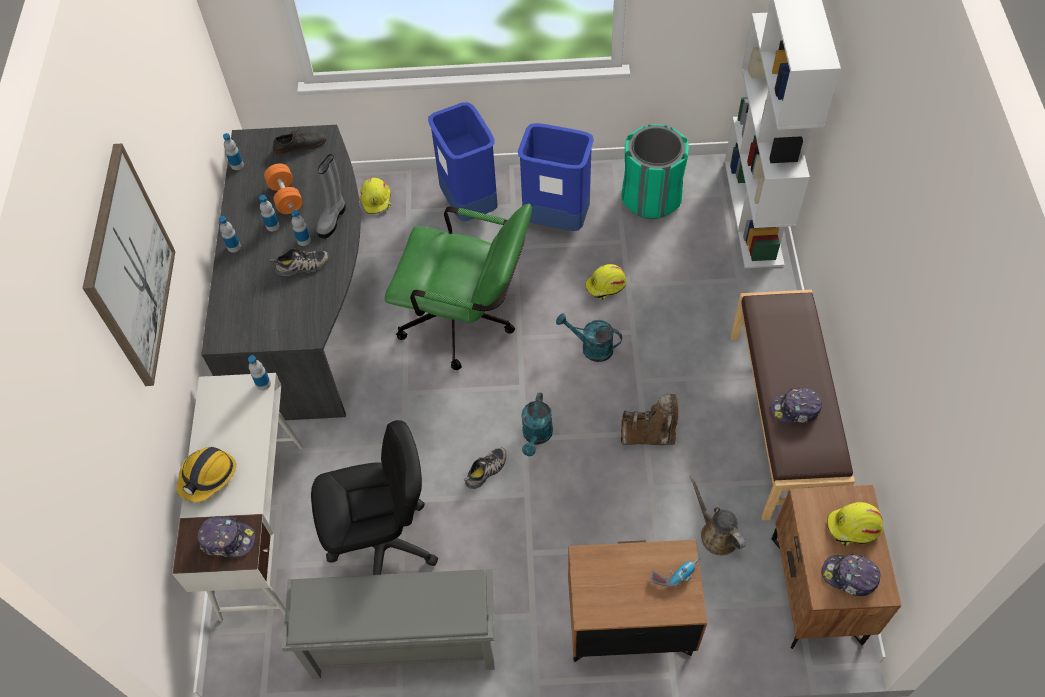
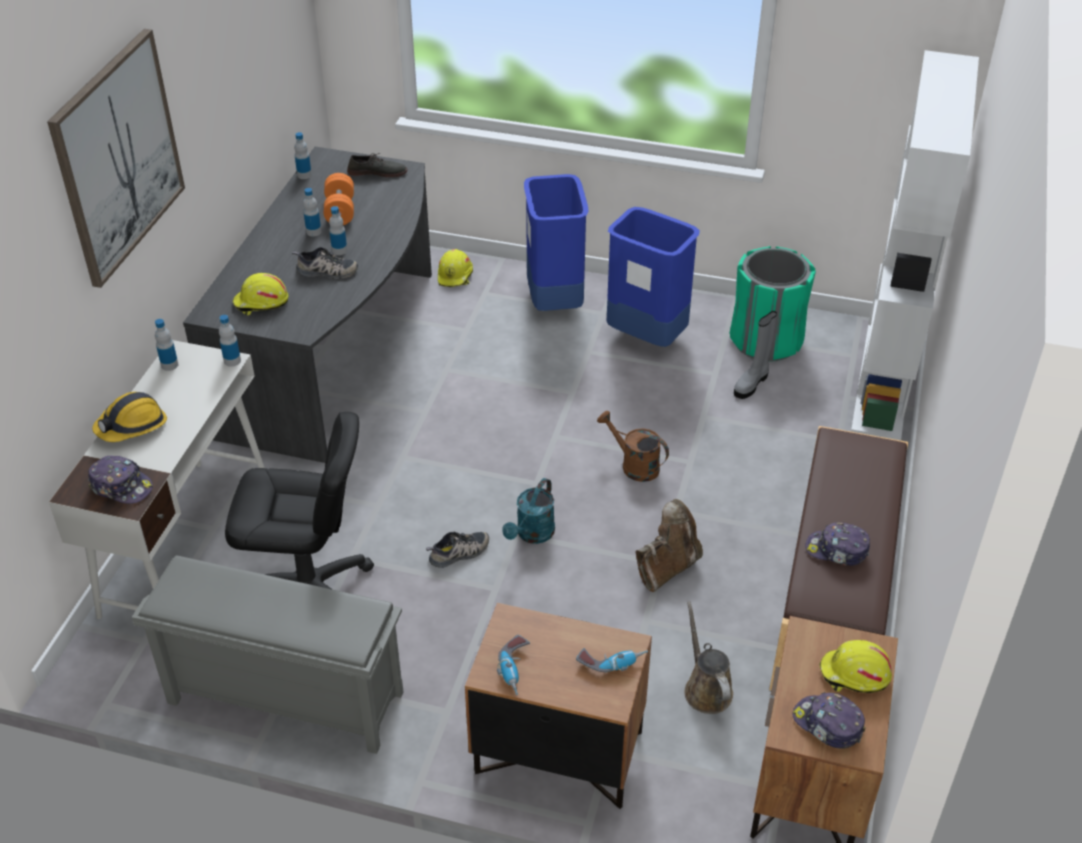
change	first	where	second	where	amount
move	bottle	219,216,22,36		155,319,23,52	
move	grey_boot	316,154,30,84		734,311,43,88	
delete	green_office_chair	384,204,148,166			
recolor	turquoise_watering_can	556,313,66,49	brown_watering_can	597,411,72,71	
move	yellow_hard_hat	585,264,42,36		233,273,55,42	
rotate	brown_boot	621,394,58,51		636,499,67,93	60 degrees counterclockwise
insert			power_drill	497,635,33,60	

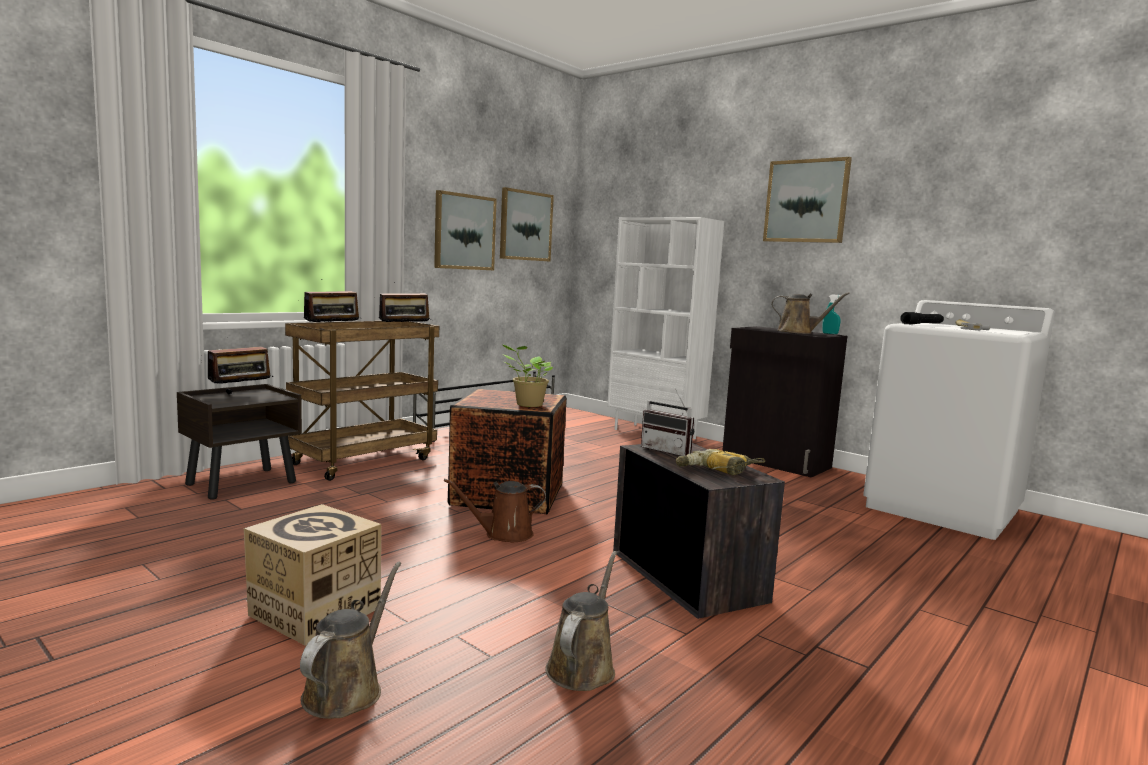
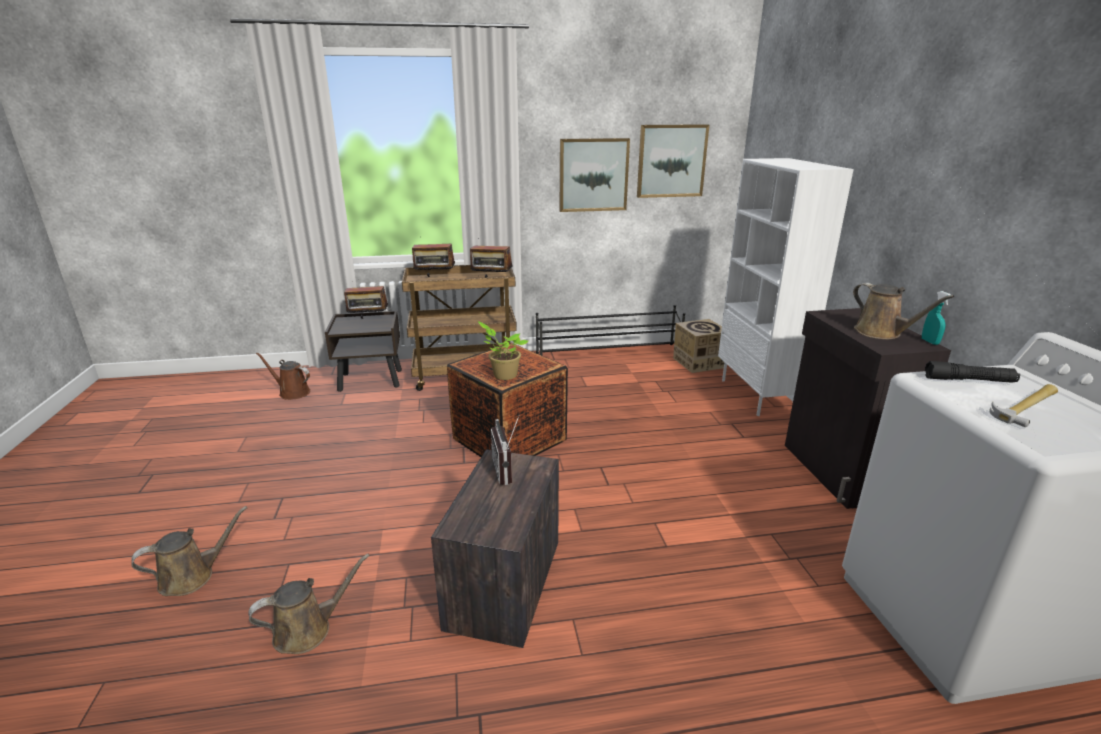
change	first	where	second	where	amount
move	cardboard_box	244,504,137,142		673,319,51,54	
move	brown_watering_can	444,479,102,63		256,352,54,48	
delete	power_drill	676,449,89,26			
delete	picture	763,157,89,86			

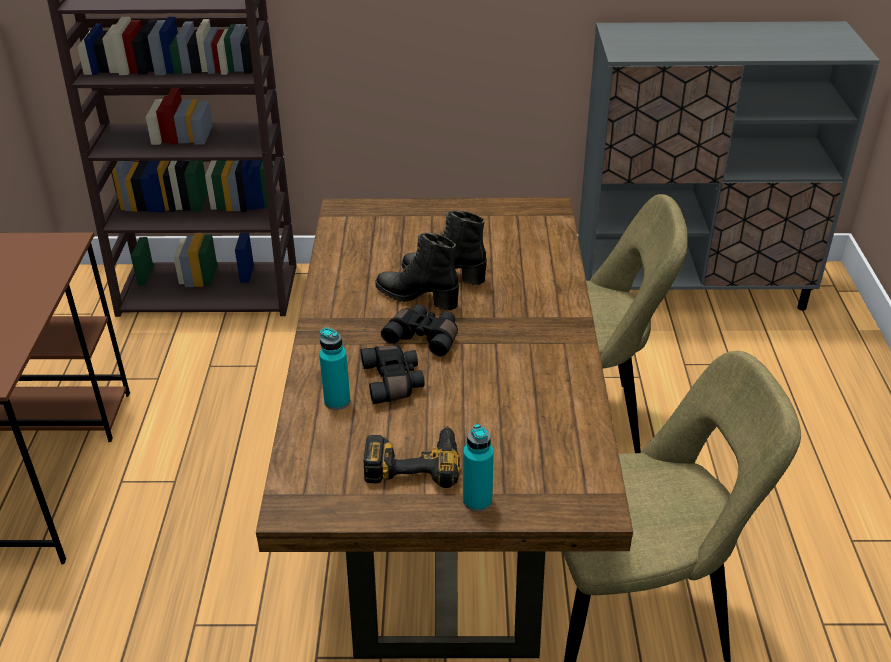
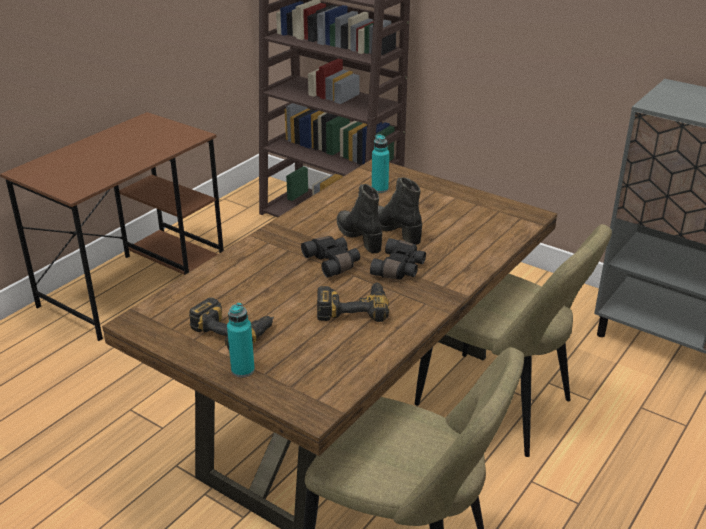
change	first	where	second	where	amount
move	turquoise_bottle	319,327,31,83		372,134,17,59	
move	black_binoculars	361,345,64,59		370,238,56,42	
insert			power_drill	317,282,72,40	

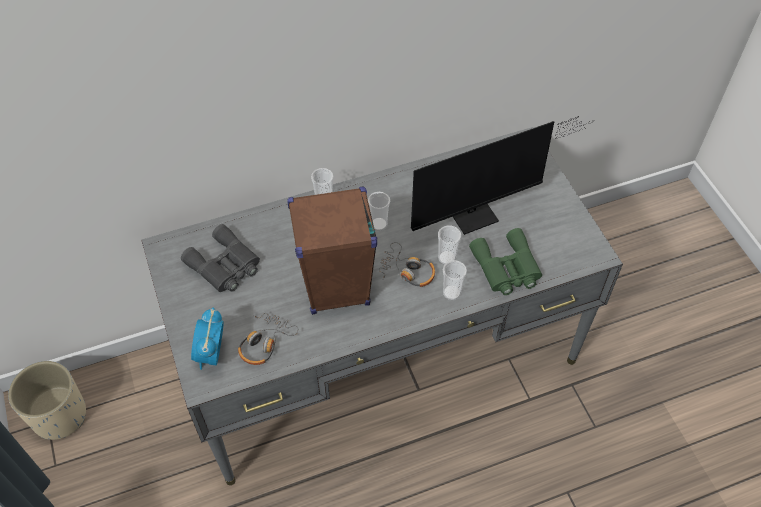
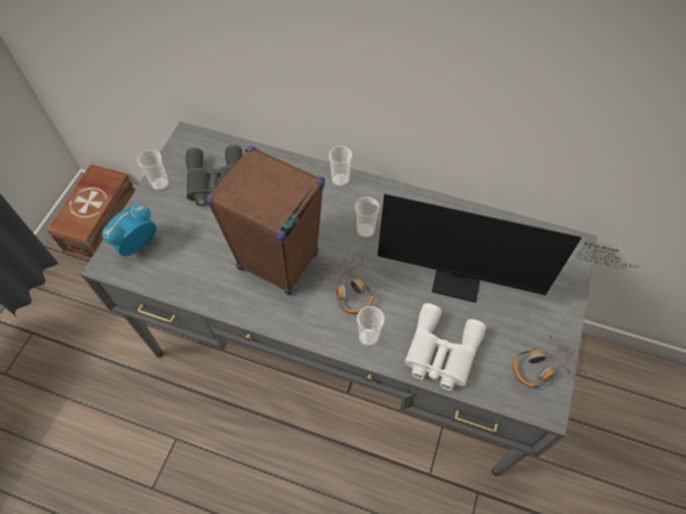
change	first	where	second	where	amount
replace	beige_planter	8,361,78,79	brown_storage_box	46,164,89,96	
move	headphones	238,313,60,52		513,333,73,55	
move	cup	438,225,23,40		137,150,32,41	
recolor	green_binoculars	469,228,73,67	white_binoculars	404,303,82,87	

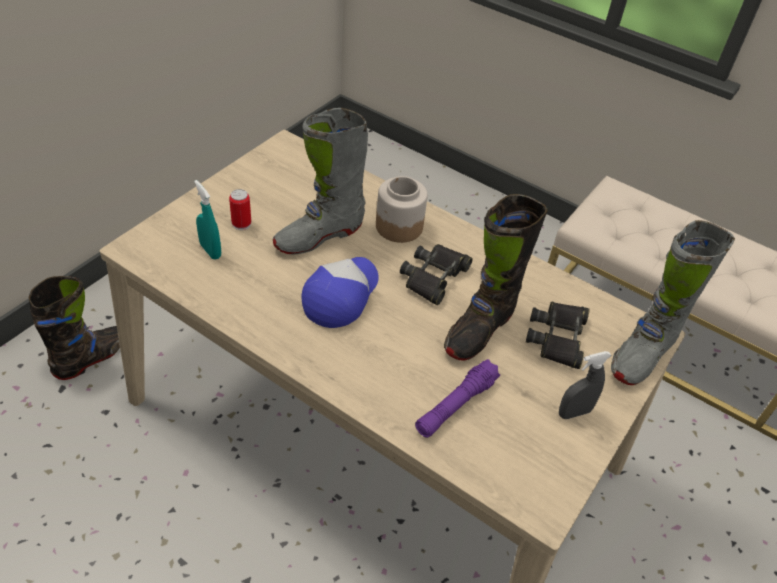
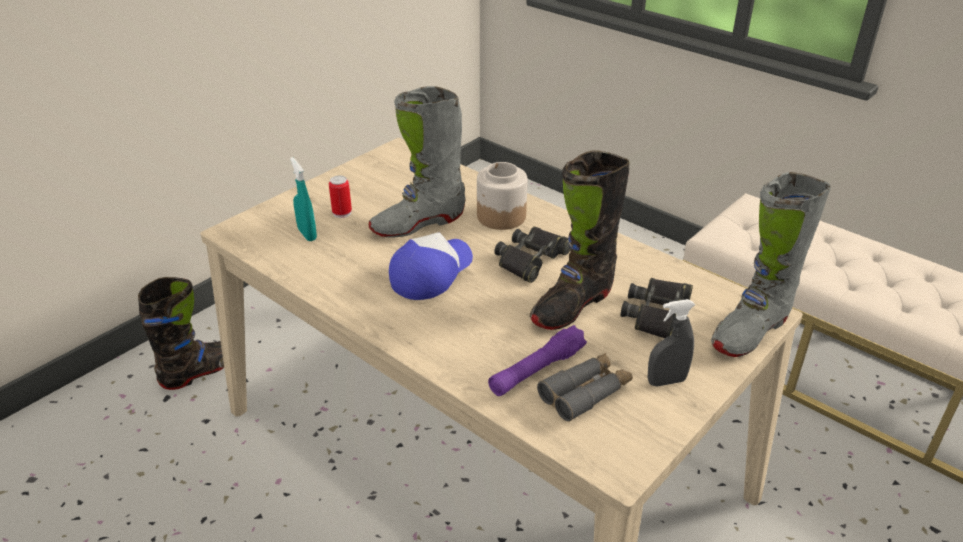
change	first	where	second	where	amount
insert			grey_binoculars	537,353,96,69	

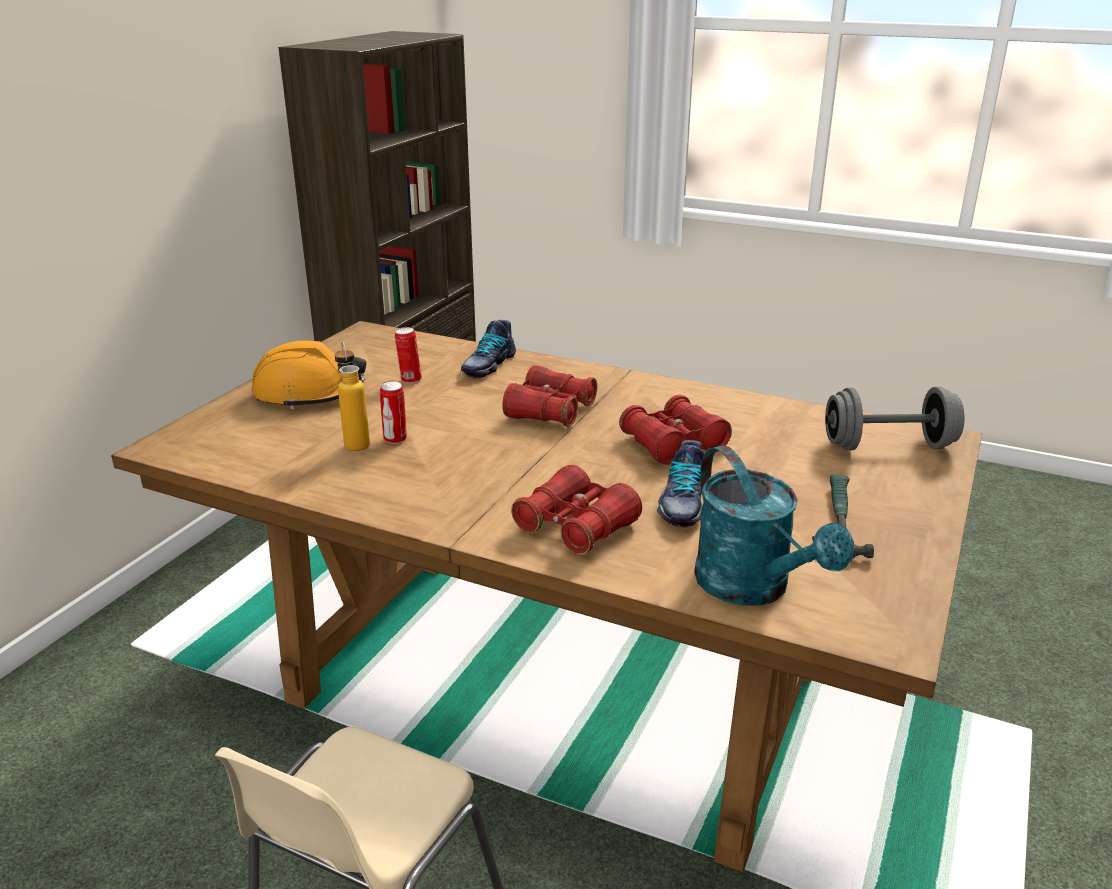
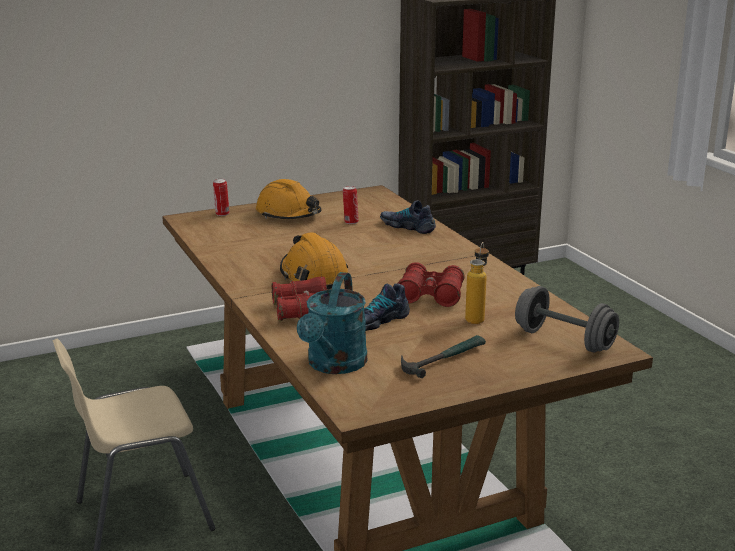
change	first	where	second	where	amount
move	bottle	335,342,35,109		465,242,24,82	
move	can	380,381,27,63		213,179,16,37	
rotate	shoe	461,320,55,58		380,200,56,34	60 degrees clockwise
delete	red_binoculars	502,365,95,62			
insert			orange_hard_hat	280,232,68,57	

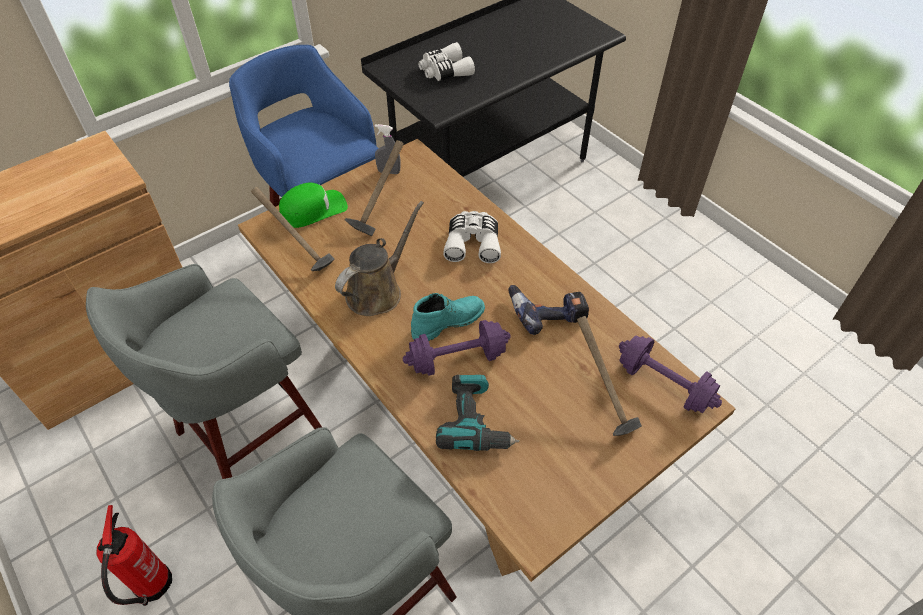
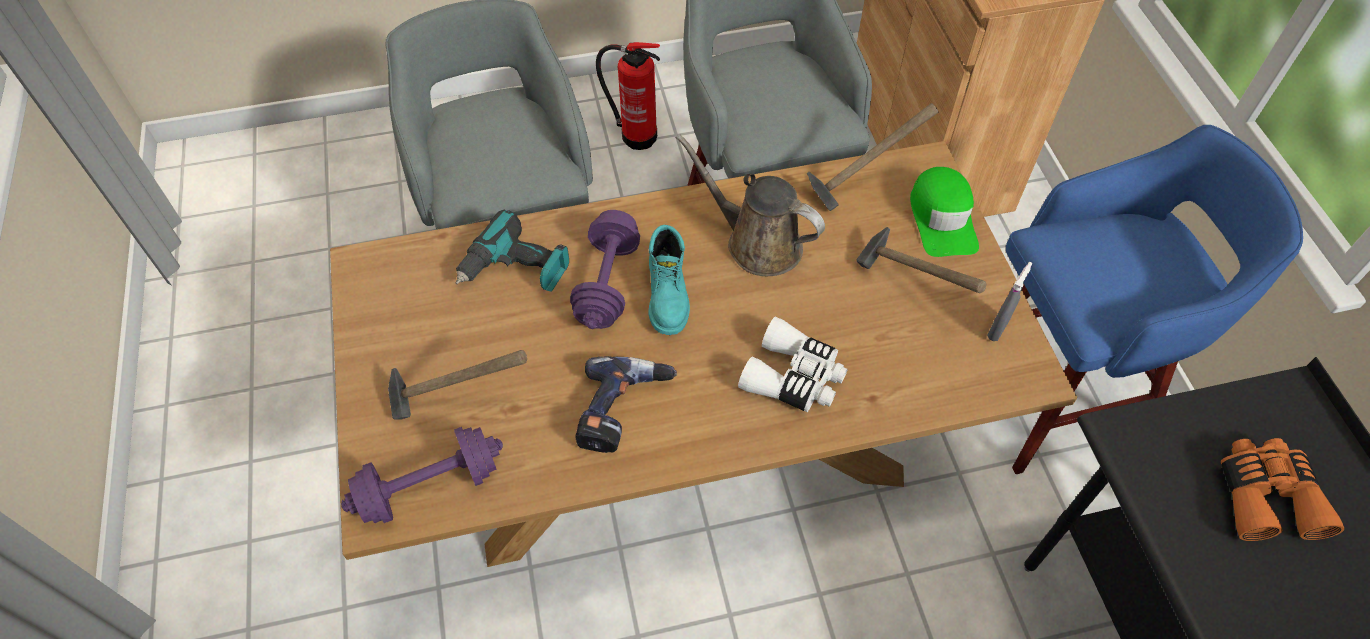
change	first	where	second	where	amount
rotate	brown_watering_can	335,201,89,115		676,134,149,142	150 degrees clockwise
recolor	white_binoculars	418,42,57,39	orange_binoculars	1221,438,123,103	

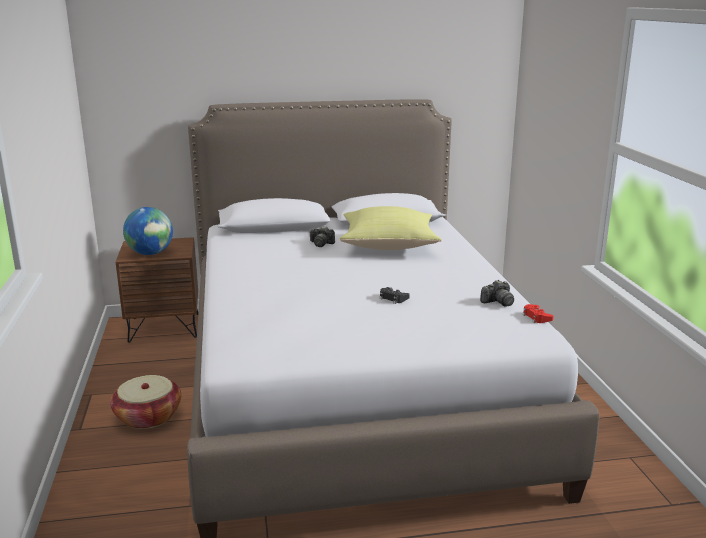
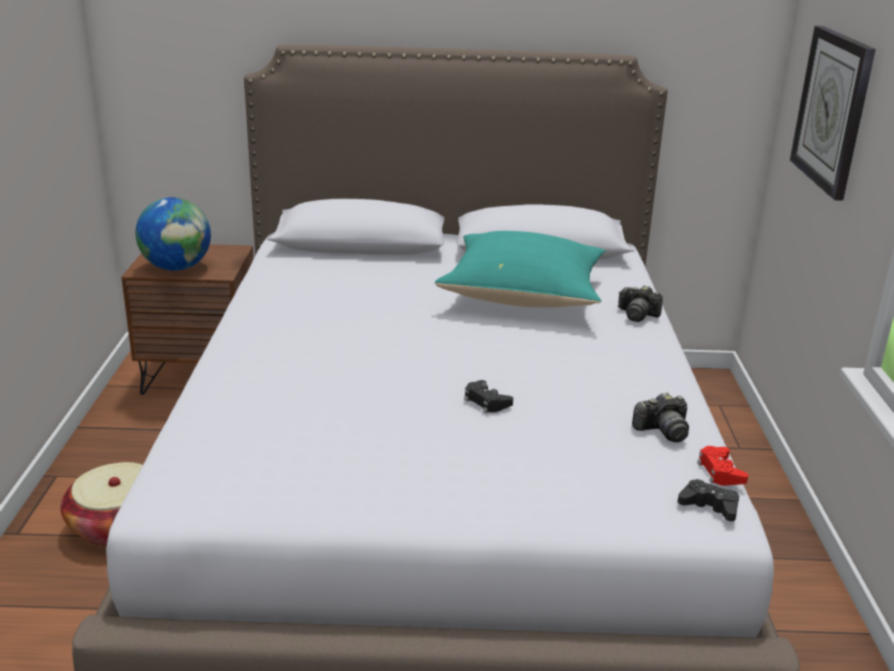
change	first	where	second	where	amount
move	photo_camera	310,226,25,21		618,285,45,37	
recolor	yellow_pillow	339,206,103,44	turquoise_pillow	435,231,170,77	
insert			black_game_controller	678,479,61,42	
insert			wall_clock	790,26,86,175	

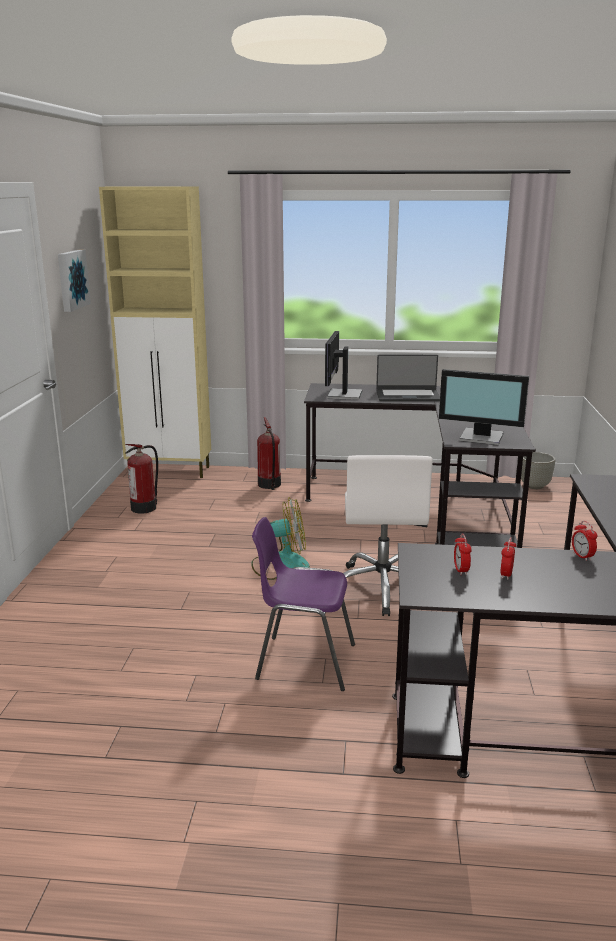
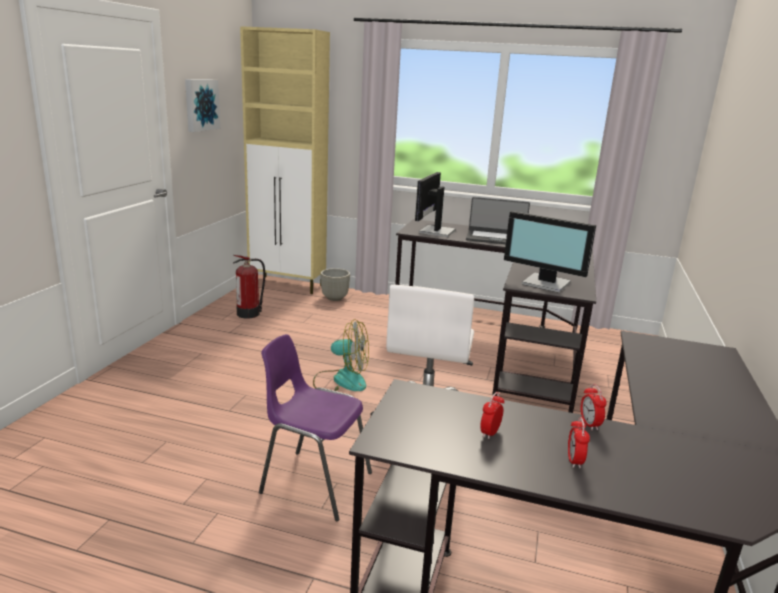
change	first	where	second	where	amount
delete	fire_extinguisher	257,417,24,73			
move	alarm_clock	454,533,18,42		568,417,22,52	
move	grey_planter	521,452,34,37		320,268,30,33	

